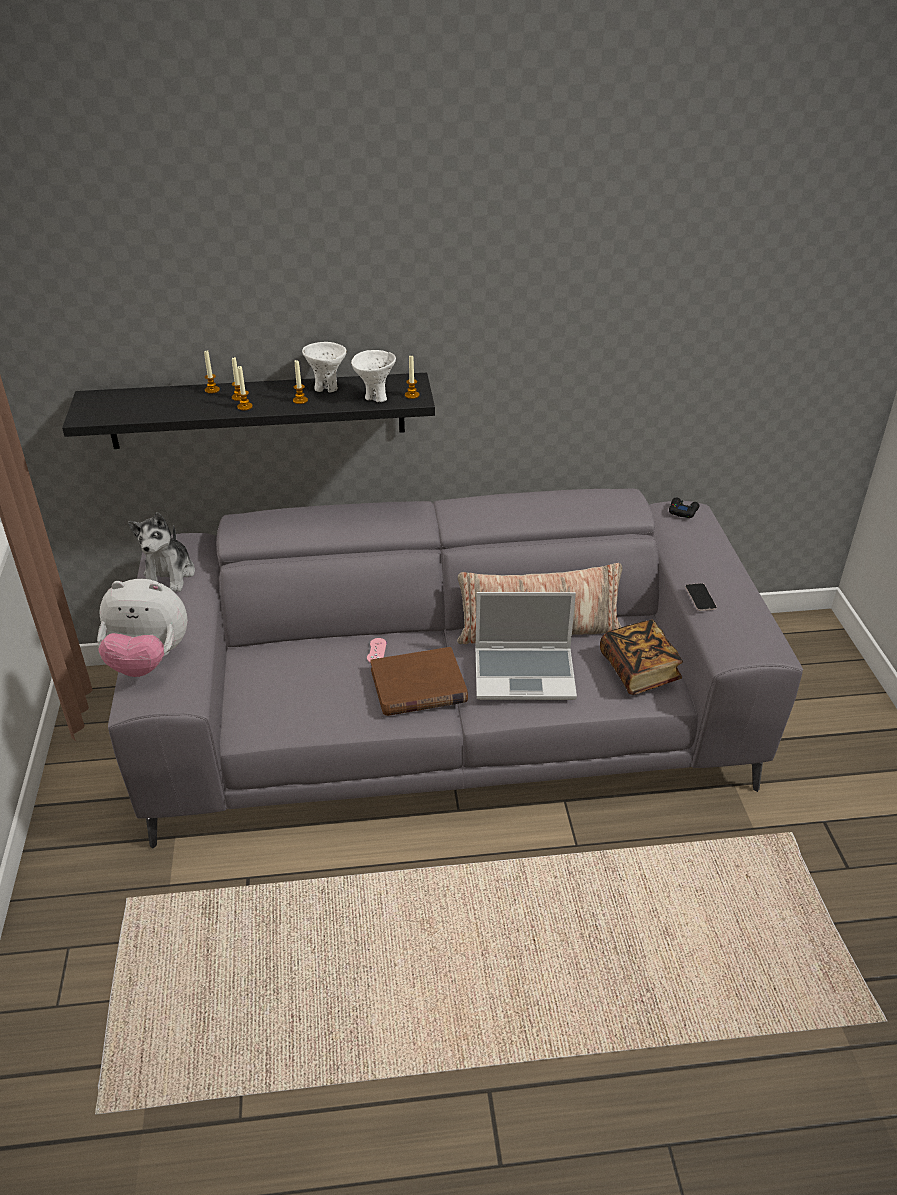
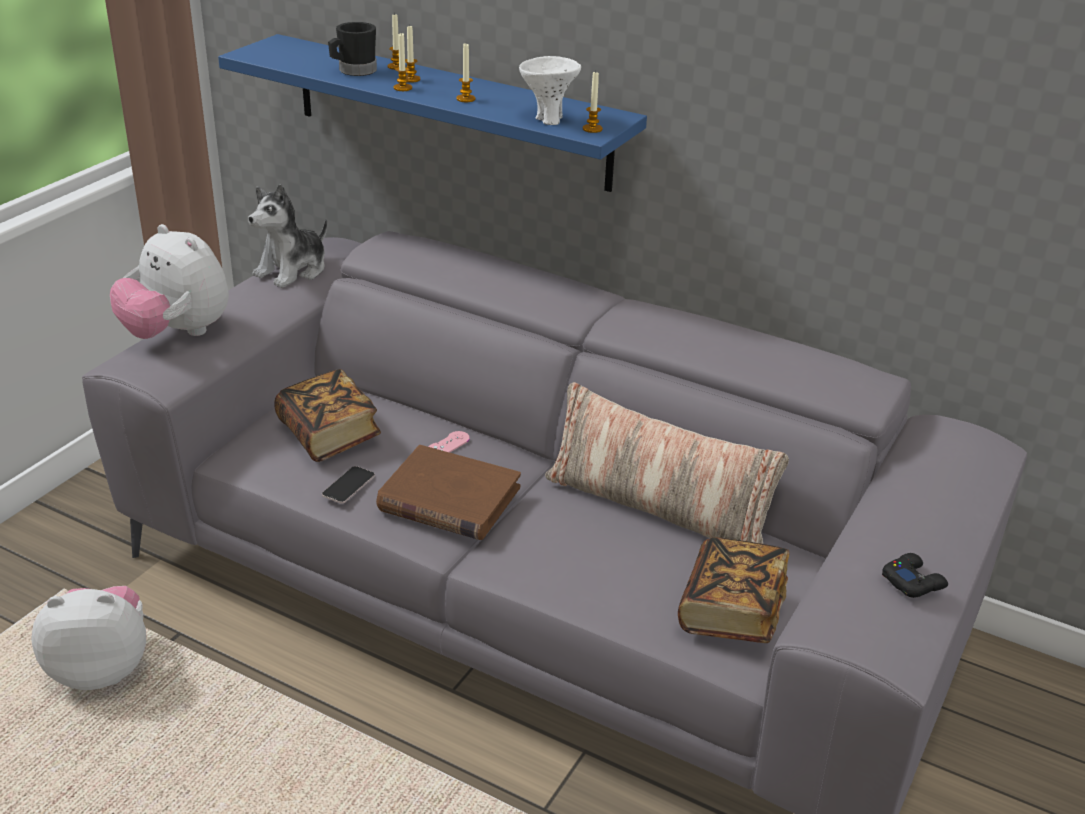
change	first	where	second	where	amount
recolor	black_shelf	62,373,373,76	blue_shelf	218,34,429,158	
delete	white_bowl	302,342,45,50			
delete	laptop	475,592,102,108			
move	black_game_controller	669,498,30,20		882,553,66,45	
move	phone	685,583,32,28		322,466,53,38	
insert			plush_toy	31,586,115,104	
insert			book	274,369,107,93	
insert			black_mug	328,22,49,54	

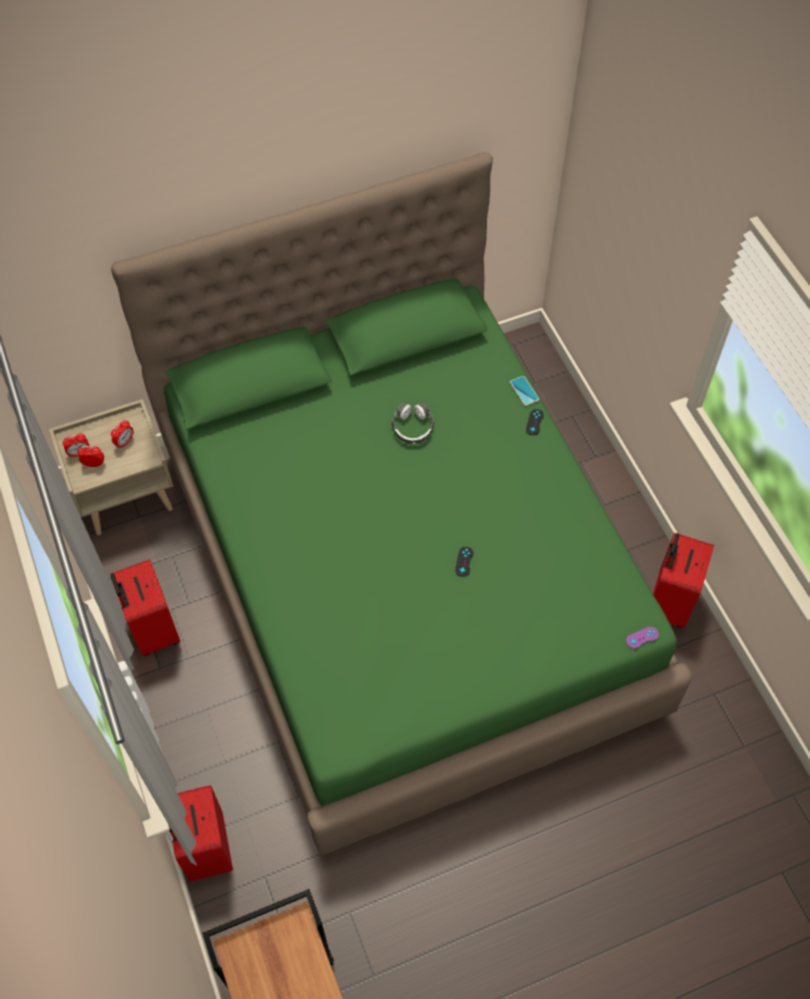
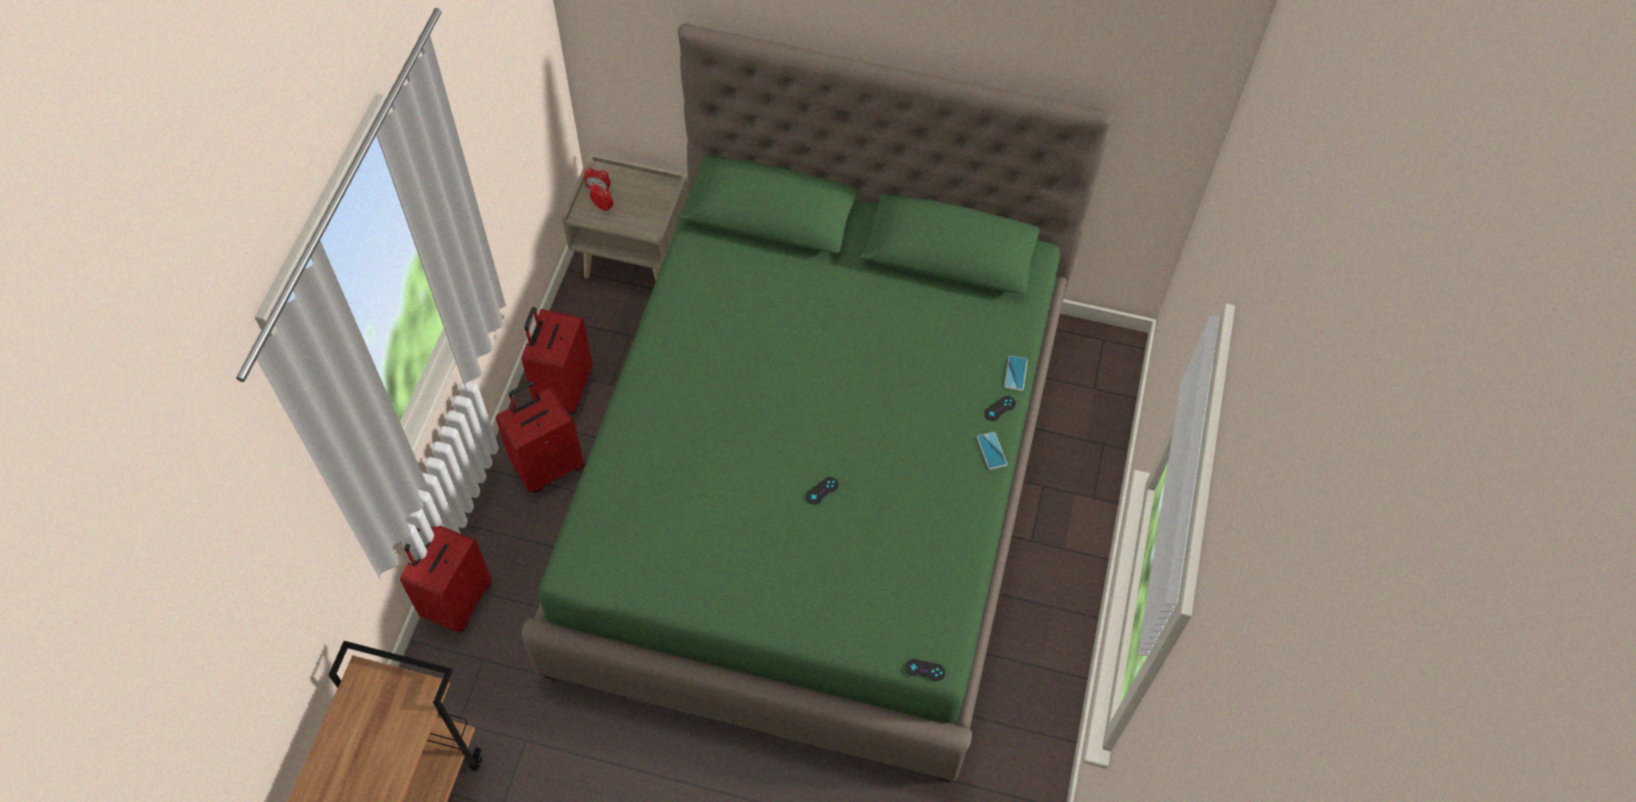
change	first	where	second	where	amount
delete	alarm_clock	111,420,22,29			
delete	headphones	392,403,42,41			
recolor	purple_game_controller	626,627,33,22	black_game_controller	905,659,41,22	
move	red_suitcase	653,533,61,95		496,381,89,112	
insert			phone	977,432,30,38	

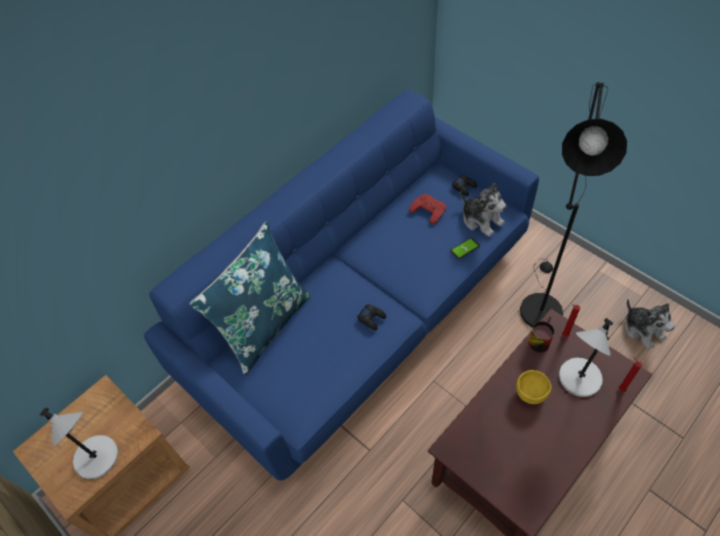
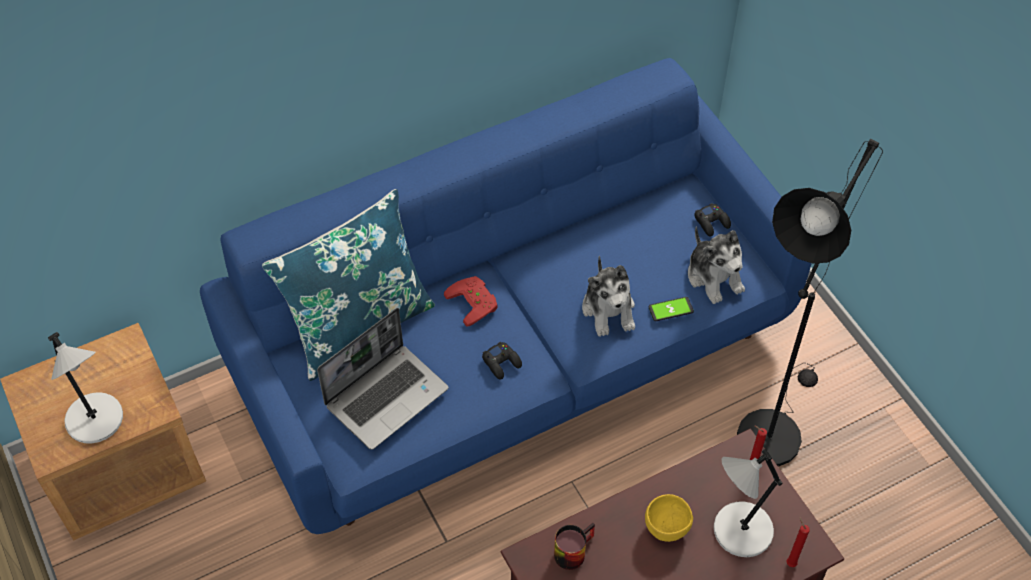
change	first	where	second	where	amount
move	red_game_controller	409,194,37,31		444,276,54,51	
move	mug	529,316,25,36		554,523,41,47	
move	plush_toy	625,299,50,50		582,256,53,81	
insert			laptop	317,308,131,142	

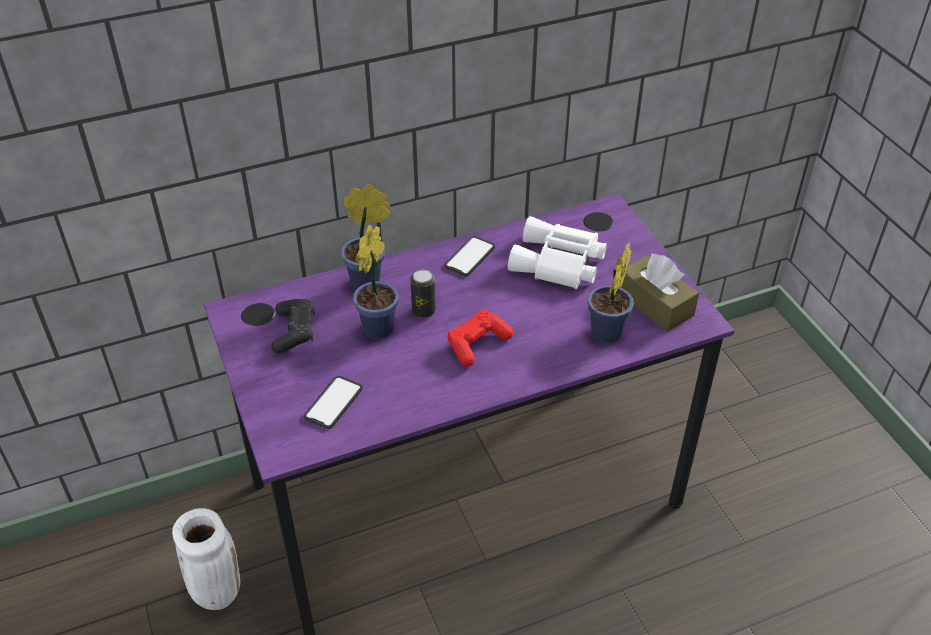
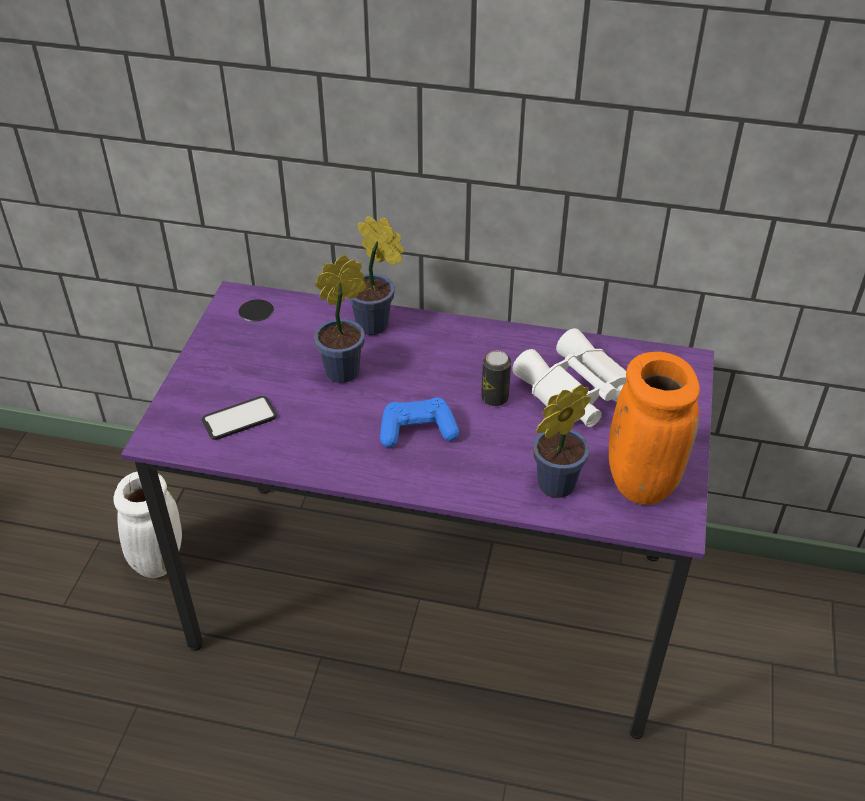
change	first	where	second	where	amount
delete	black_game_controller	271,299,44,55			
move	can	410,270,26,48		481,351,30,55	
delete	phone	444,236,51,40			
recolor	red_game_controller	448,310,65,57	blue_game_controller	380,398,79,49	
replace	brown_tissue_box	621,253,78,79	orange_vase	609,352,91,153	

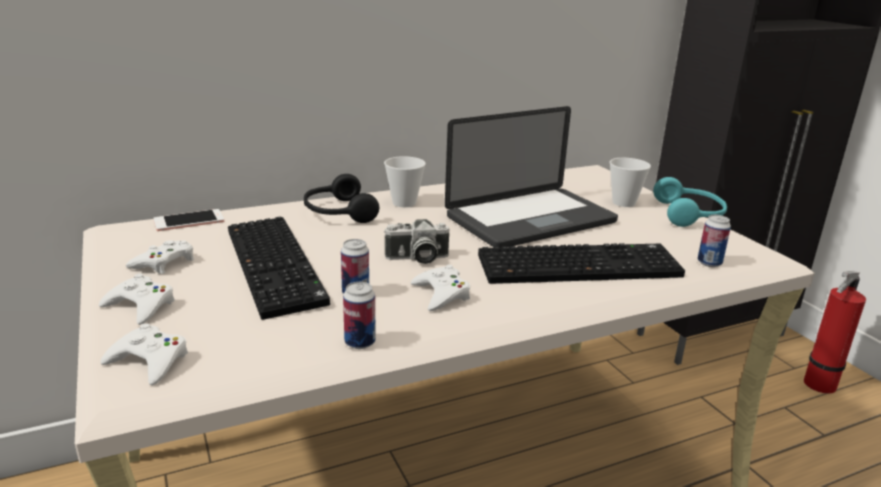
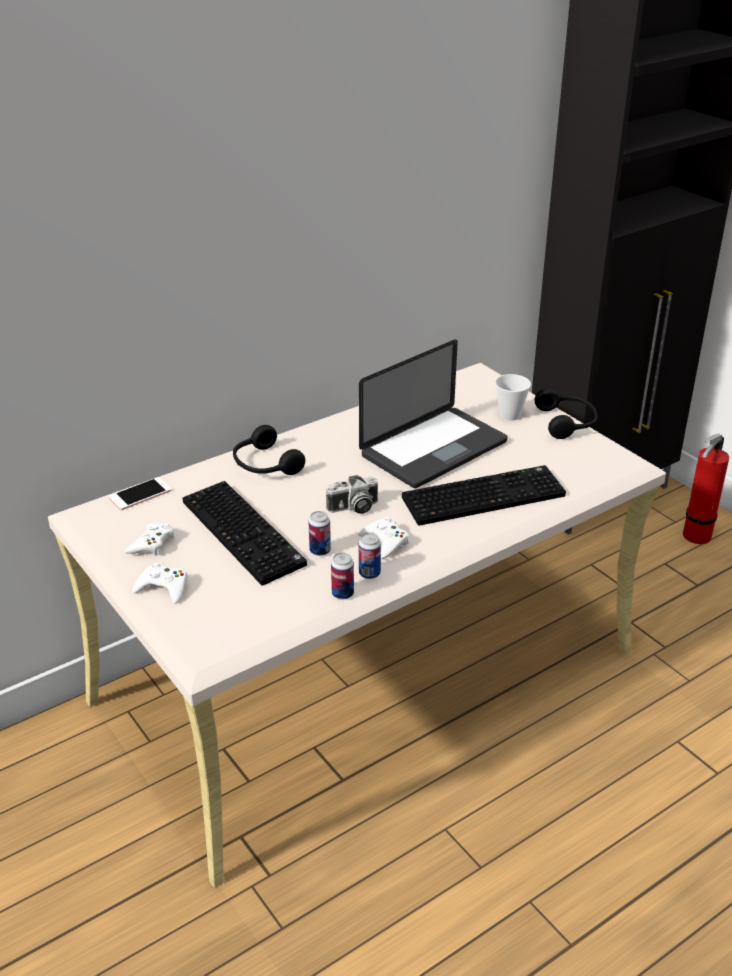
change	first	where	second	where	amount
delete	white_game_controller	100,323,88,63			
delete	cup	384,156,42,51			
recolor	turquoise_headphones	653,177,74,50	black_headphones	534,388,64,51	
move	can	698,215,33,52		359,533,22,46	

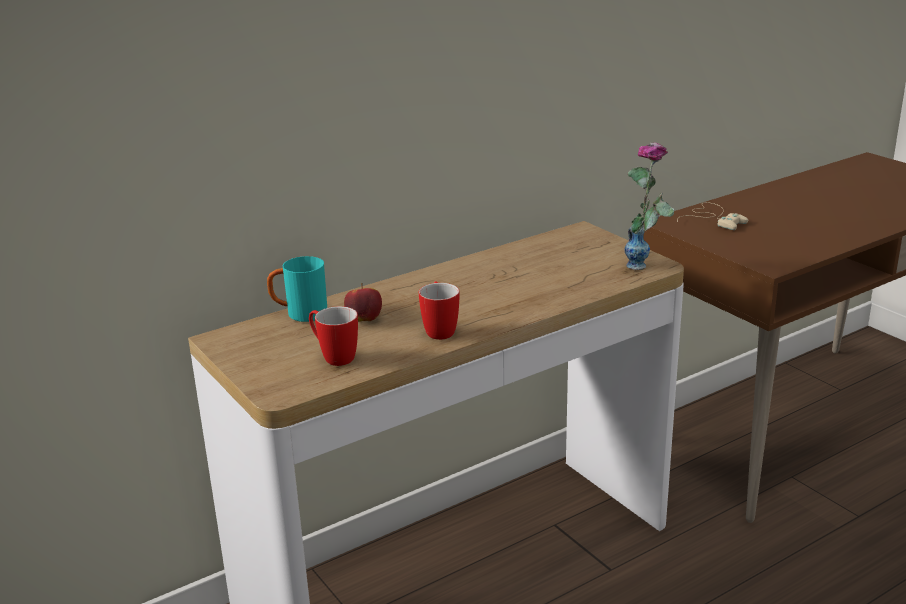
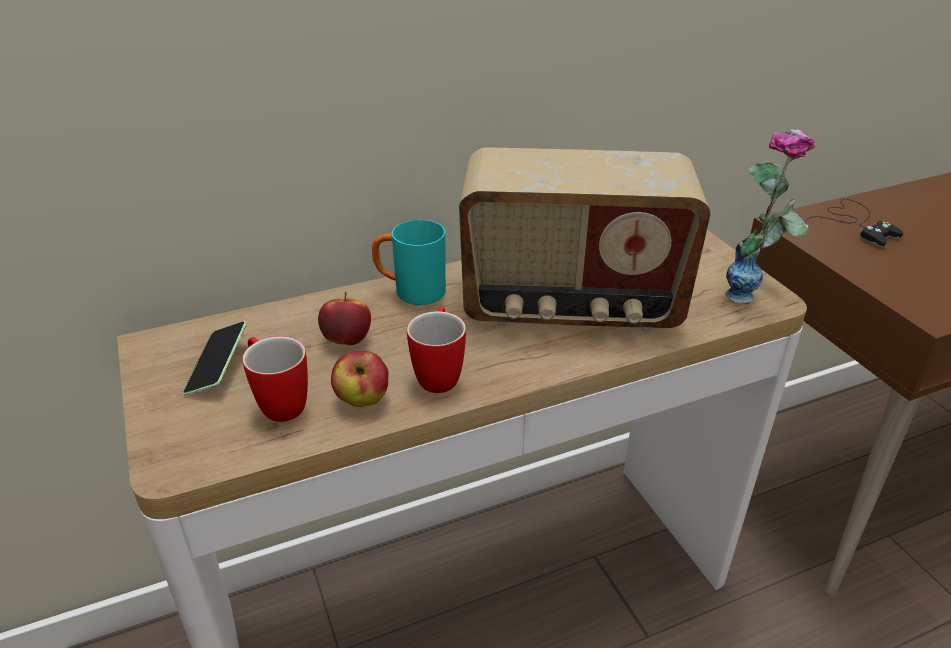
change	first	where	second	where	amount
move	turquoise_mug	267,256,60,66		372,220,74,85	
recolor	beige_game_controller	677,202,71,28	black_game_controller	805,199,98,48	
insert			phone	183,321,64,75	
insert			apple	331,351,58,56	
insert			radio	459,147,251,185	

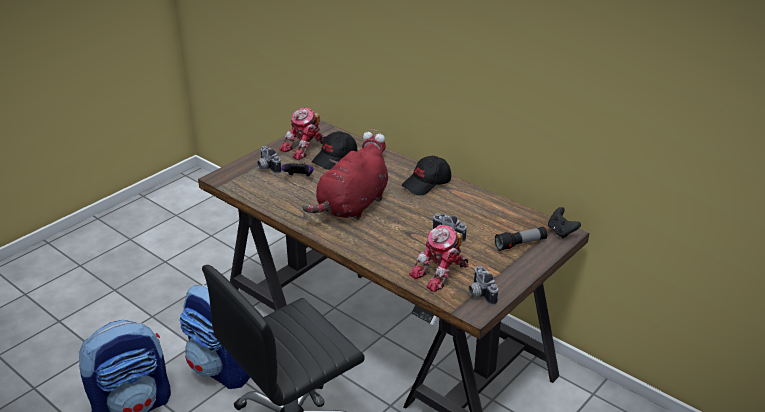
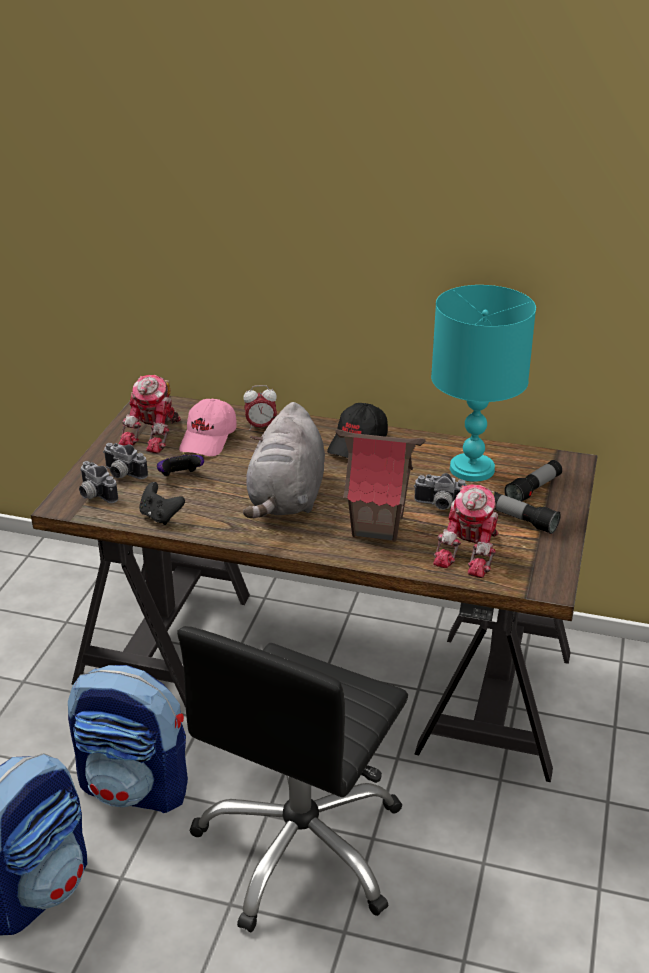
change	first	where	second	where	amount
recolor	red_plush_toy	302,143,86,77	grey_plush_toy	243,402,82,116	
recolor	black_cap	312,131,45,39	pink_cap	179,398,58,58	
move	photo_camera	469,265,29,40		79,461,39,42	
move	black_game_controller	548,207,33,31		139,482,46,43	
insert			toy_house	336,430,90,112	
insert			turquoise_table_lamp	431,285,105,197	
insert			flashlight	494,491,67,43	

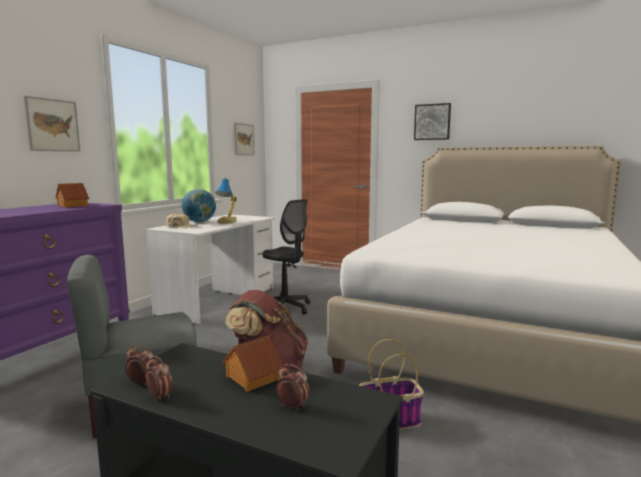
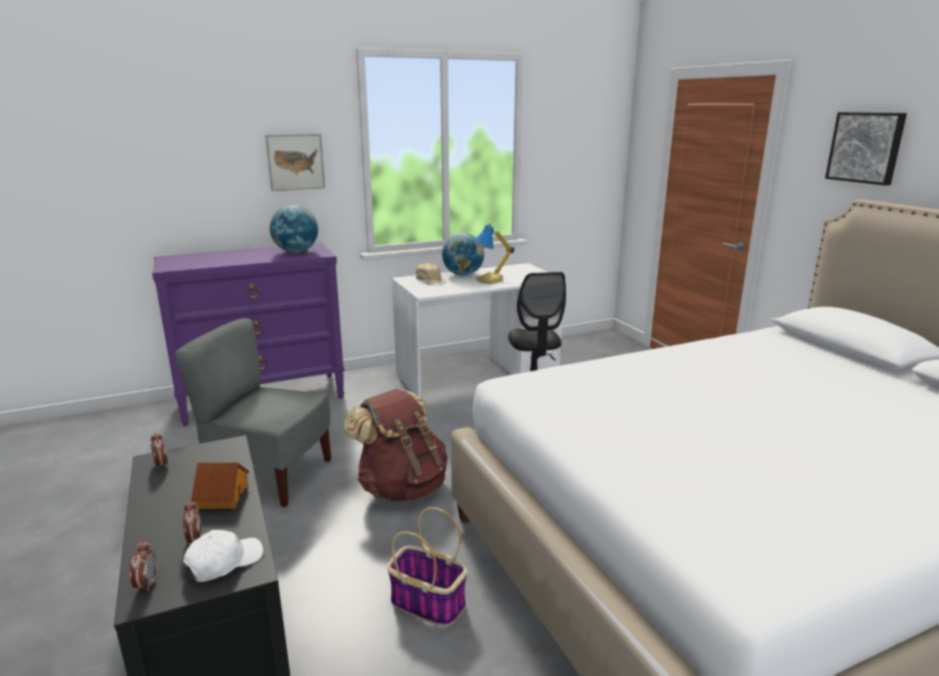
change	first	where	second	where	amount
replace	toy_house	55,183,34,24	globe	270,205,48,48	
move	alarm_clock	146,356,27,45		130,540,27,52	
delete	picture	234,123,20,33			
insert			white_cap	183,530,80,52	

